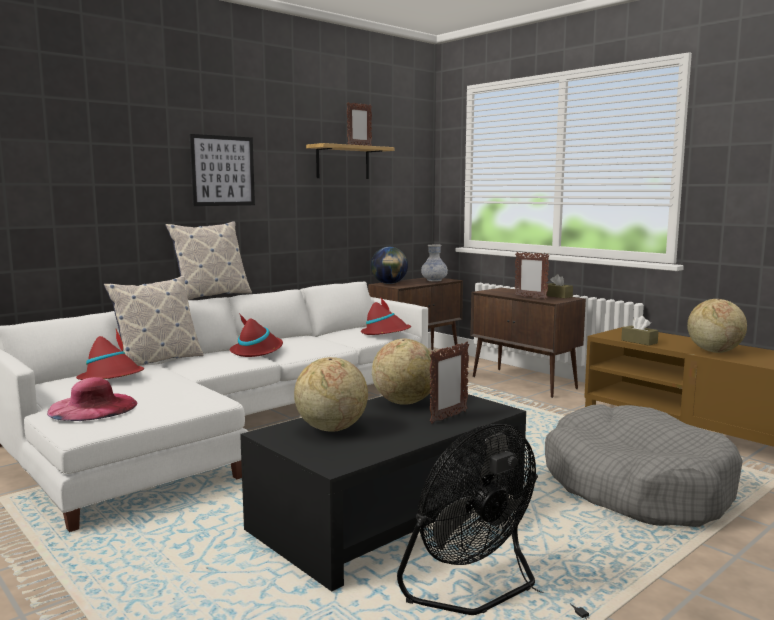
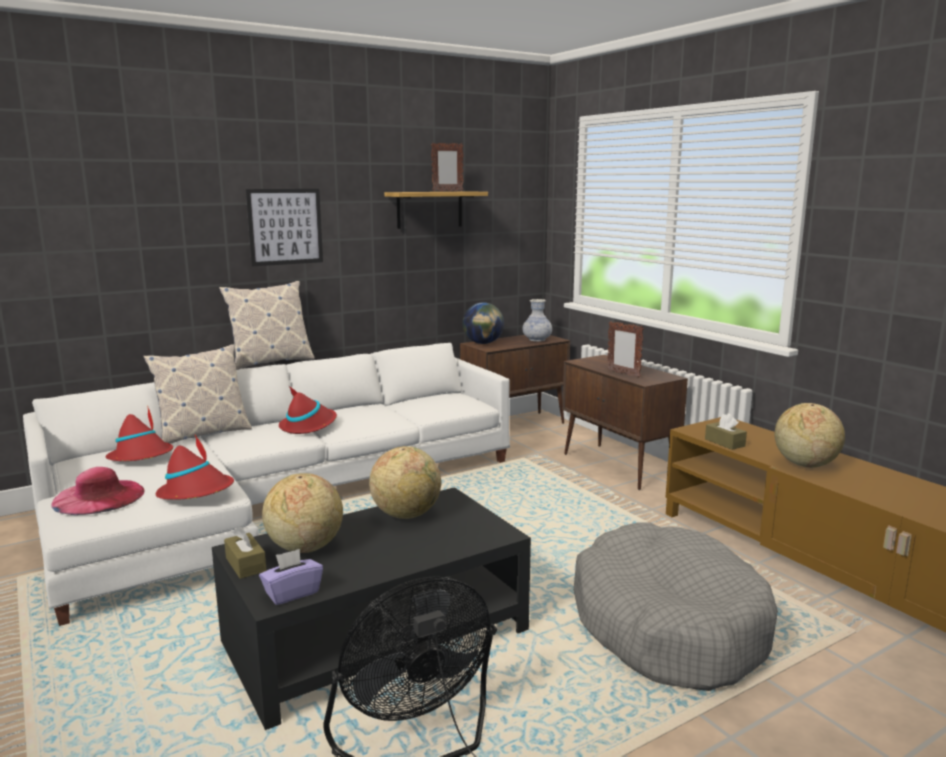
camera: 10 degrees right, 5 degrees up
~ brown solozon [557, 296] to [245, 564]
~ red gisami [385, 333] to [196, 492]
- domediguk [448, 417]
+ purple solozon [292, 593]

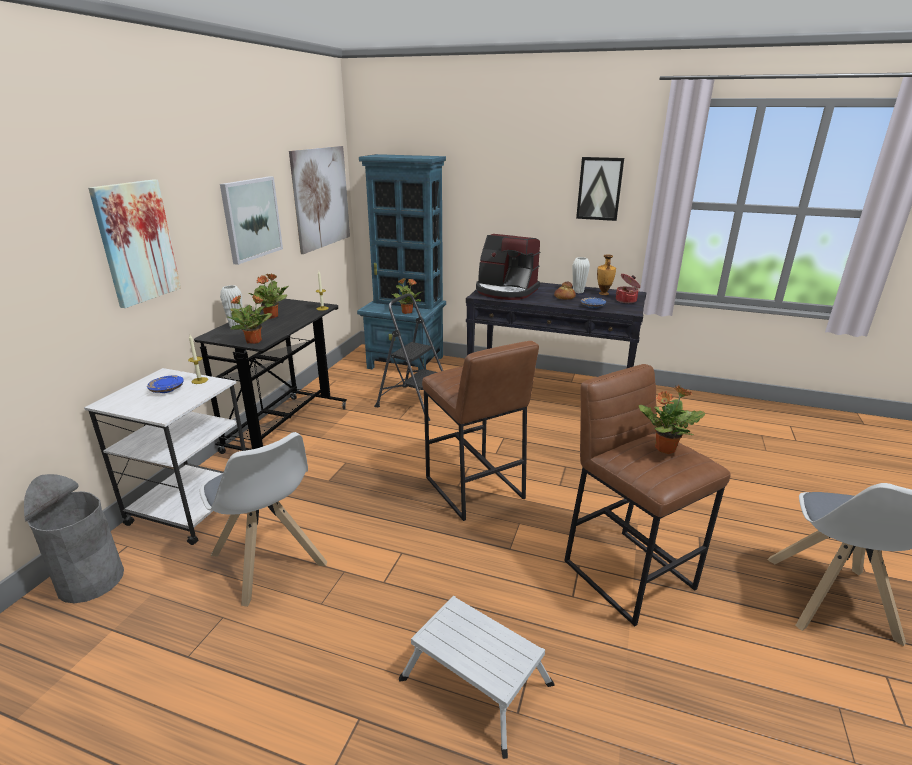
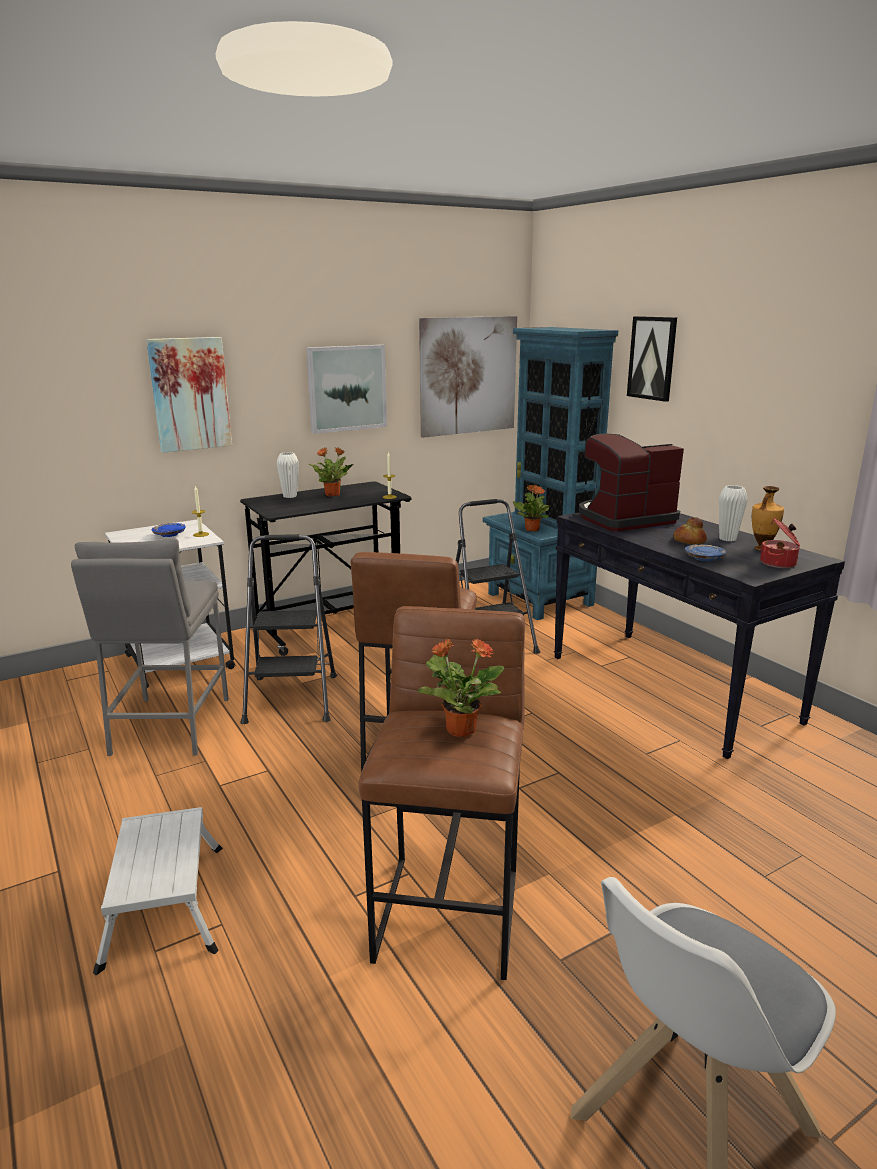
camera: 40 degrees right, 5 degrees down
~ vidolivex [599, 189] to [652, 358]
~ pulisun [506, 291] = [624, 519] 90 degrees clockwise
- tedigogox [254, 341]
~ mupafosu [269, 561] to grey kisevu [169, 726]
- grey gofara [91, 580]
+ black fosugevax [292, 696]

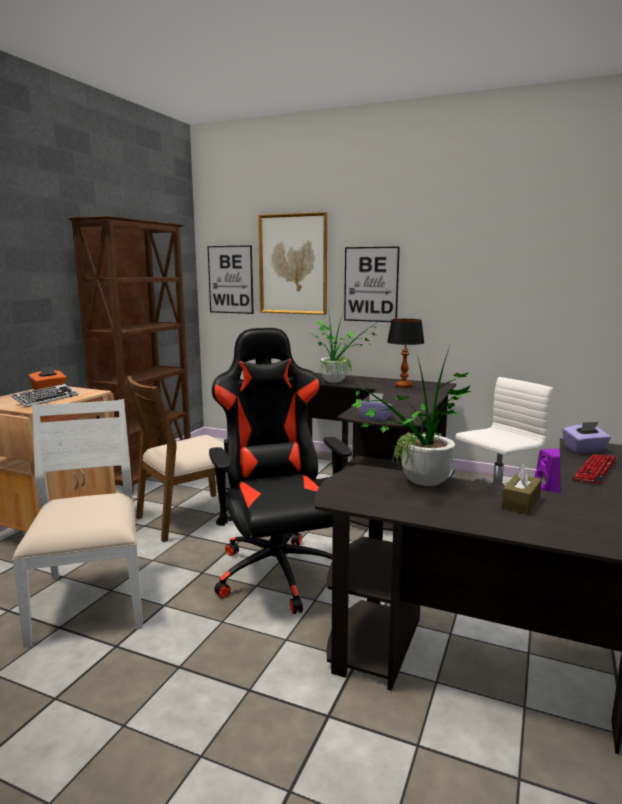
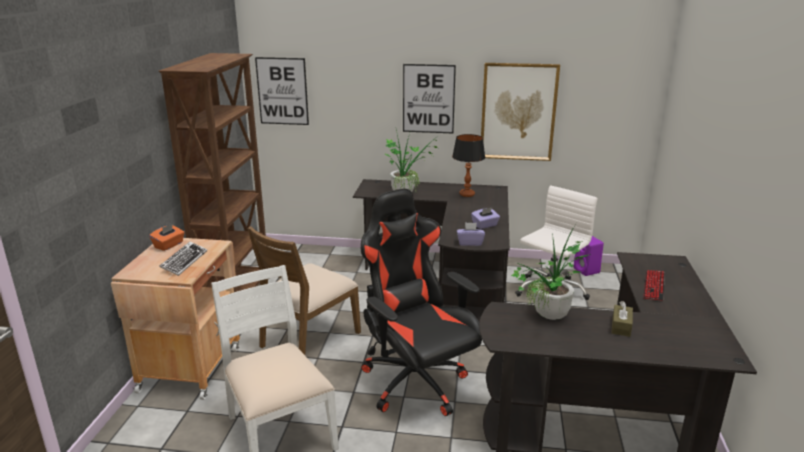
camera: 15 degrees left, 10 degrees up
~ vidolivex [293, 264] to [518, 112]
~ purple solozon [584, 450] to [485, 225]

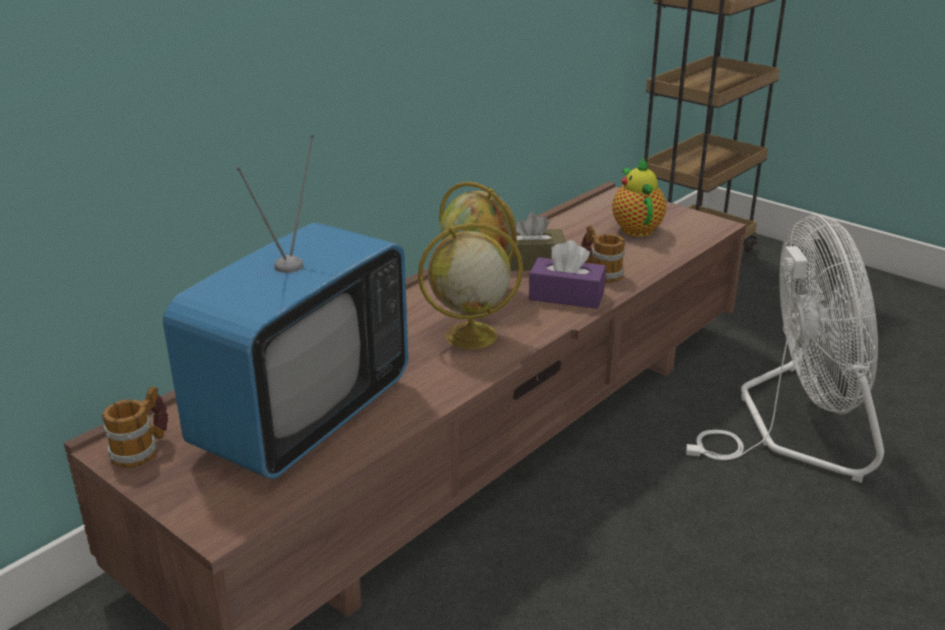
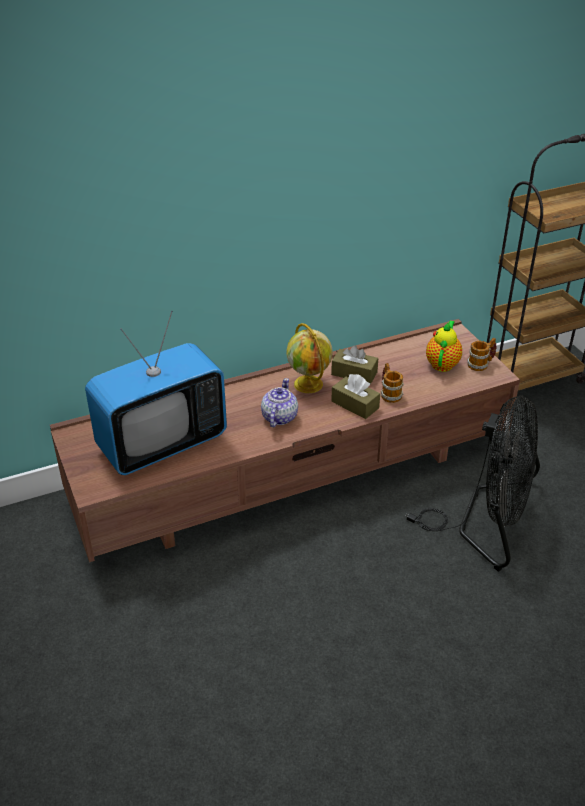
camera: 25 degrees right, 10 degrees up
~ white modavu [785, 424] to black modavu [485, 519]
~ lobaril [469, 336] to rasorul [279, 417]
~ purple solozon [566, 296] to brown solozon [355, 405]
~ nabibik [142, 449] to [481, 364]

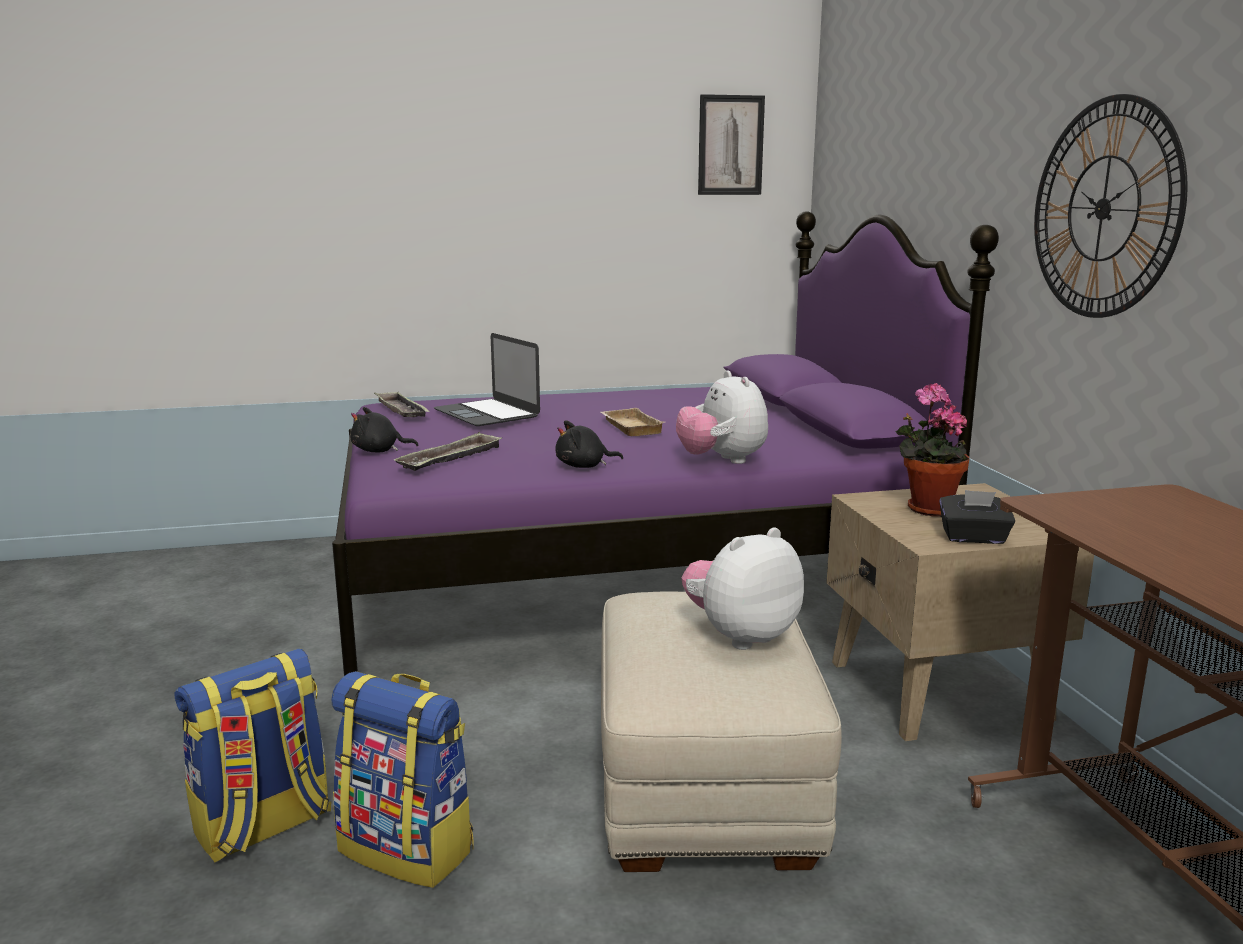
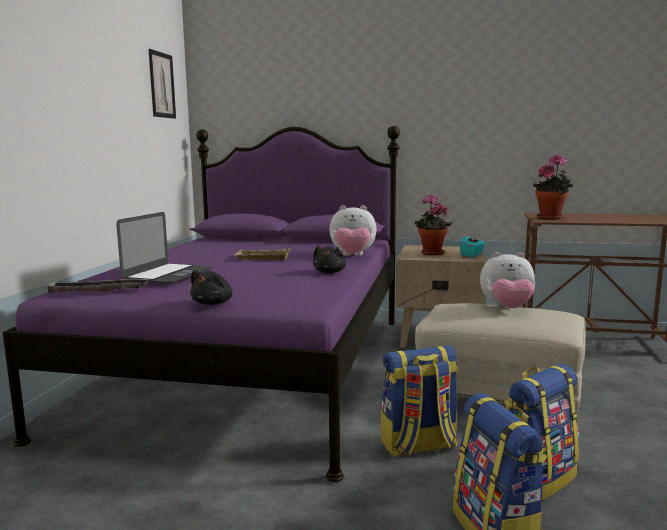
camera: 65 degrees left, 5 degrees down
- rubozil [1103, 209]
~ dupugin [486, 413] = [168, 274] 60 degrees counterclockwise
- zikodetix [450, 459]
~ black solozon [974, 538] to turquoise solozon [472, 255]
~ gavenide [740, 636] = [507, 309] 75 degrees counterclockwise
+ tedigogox [551, 218]
+ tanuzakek [418, 446]

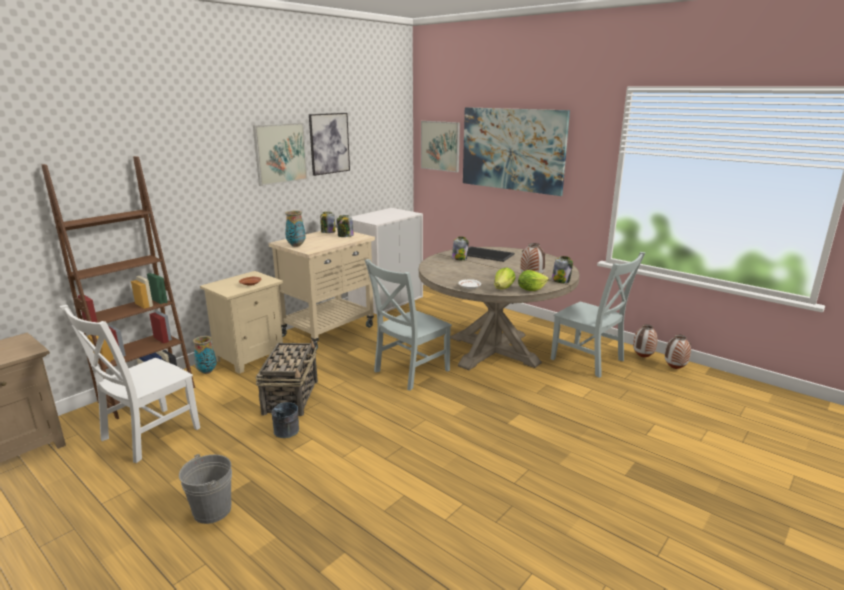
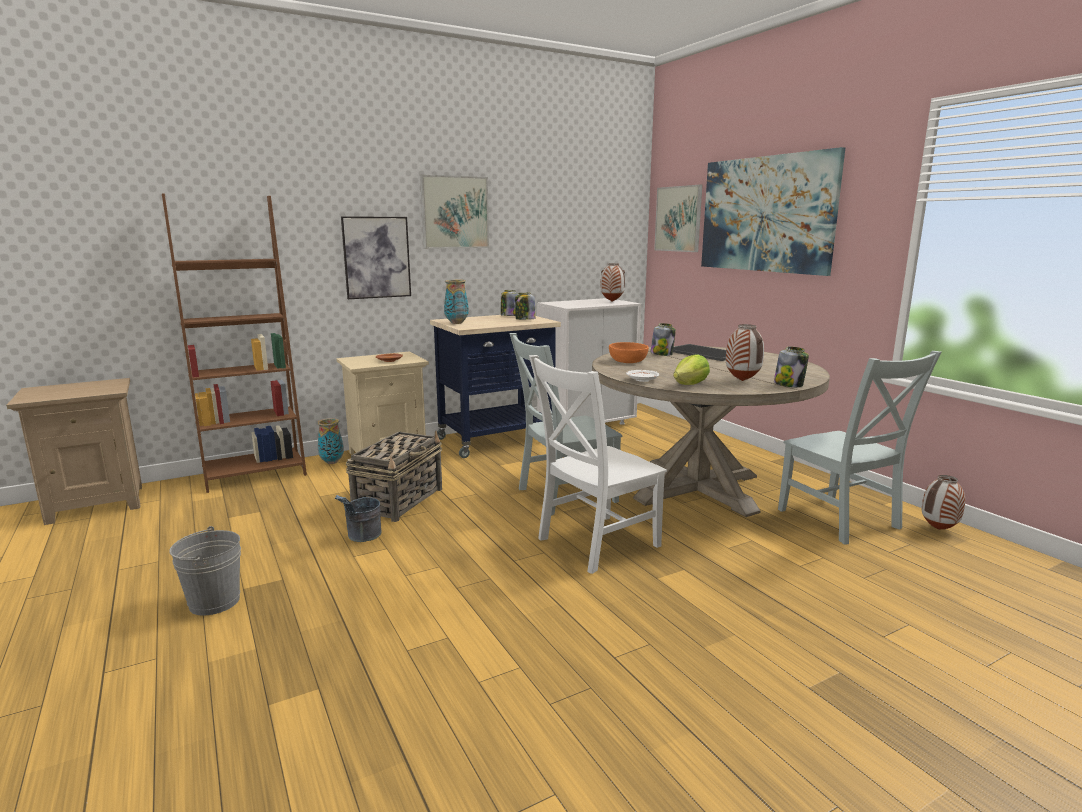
camera: 20 degrees right, 5 degrees down
~ vidolivex [329, 143] to [376, 257]
~ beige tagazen [327, 331] to blue tagazen [496, 440]
- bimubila [531, 289]
~ white mupafosu [147, 435] to [594, 544]
~ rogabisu [674, 369] to [611, 301]
+ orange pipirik [628, 361]

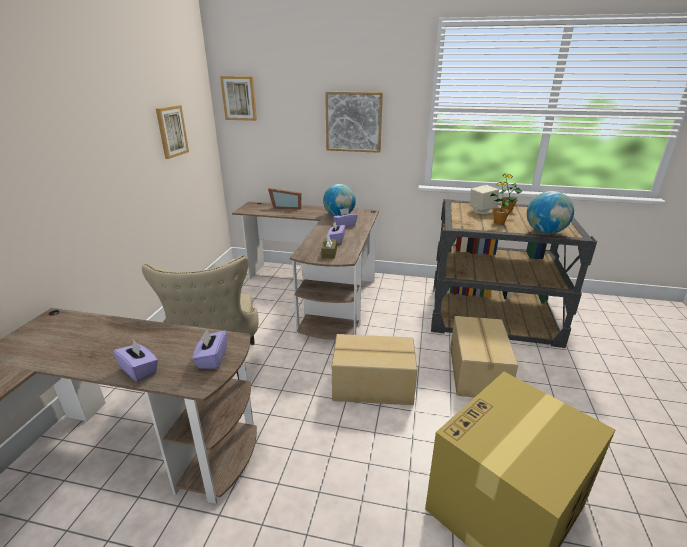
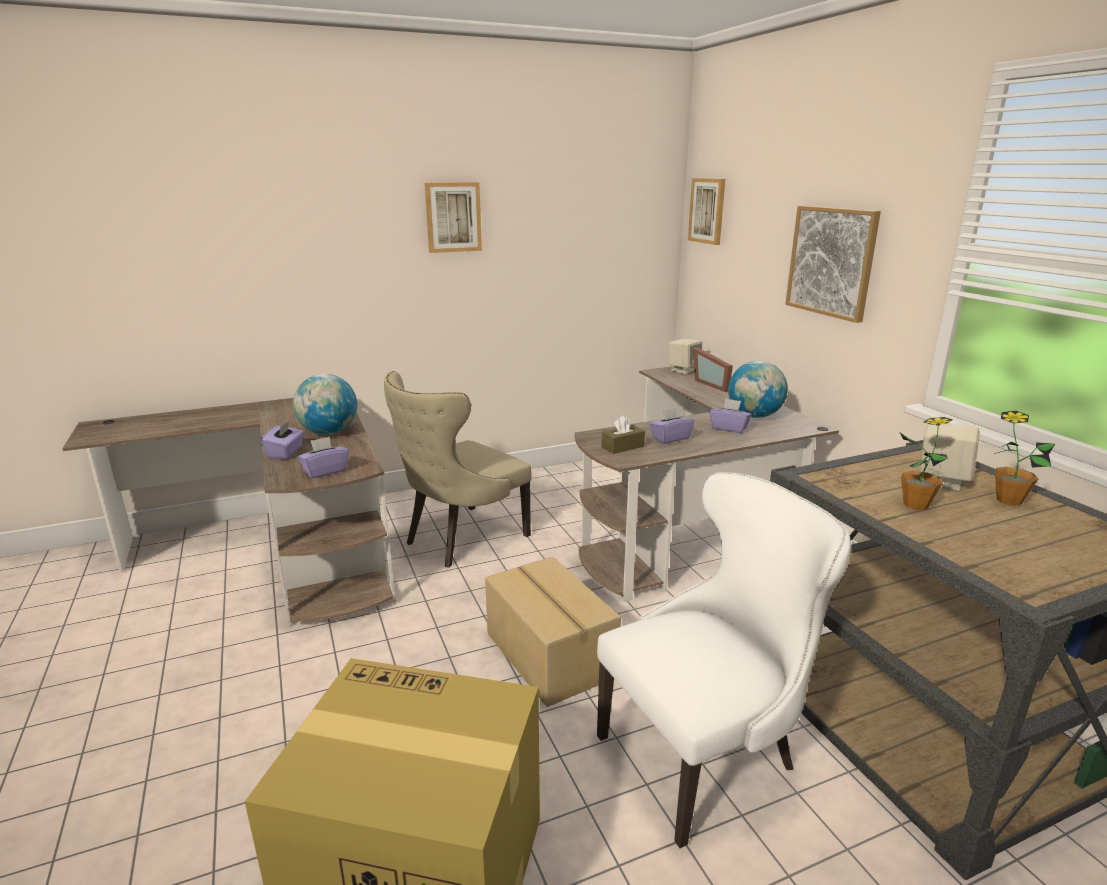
camera: 55 degrees right, 5 degrees down
~ vidolivex [171, 131] to [453, 217]
~ lobaril [545, 232] to [329, 432]
~ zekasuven [478, 372] to white mupafosu [704, 755]
+ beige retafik [683, 370]

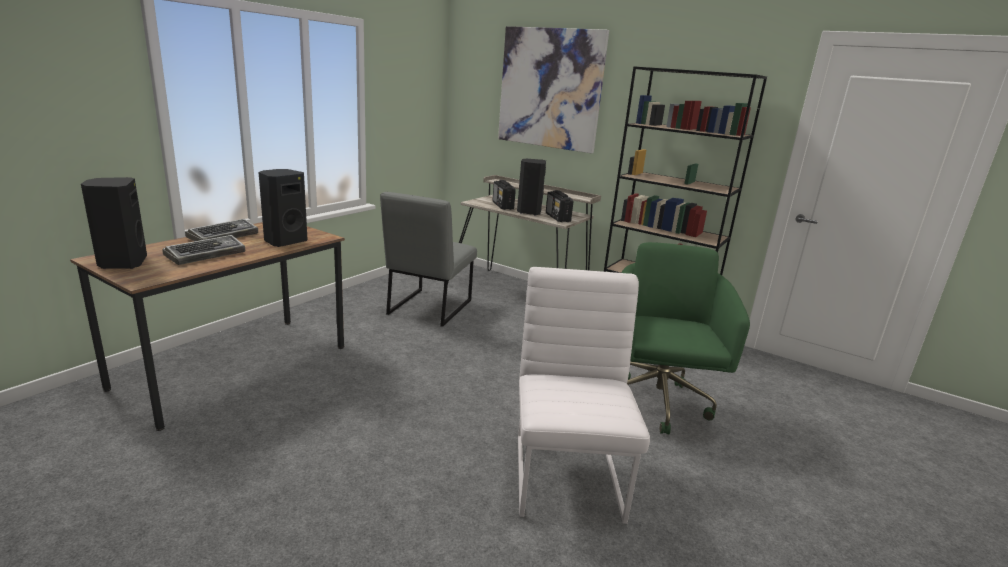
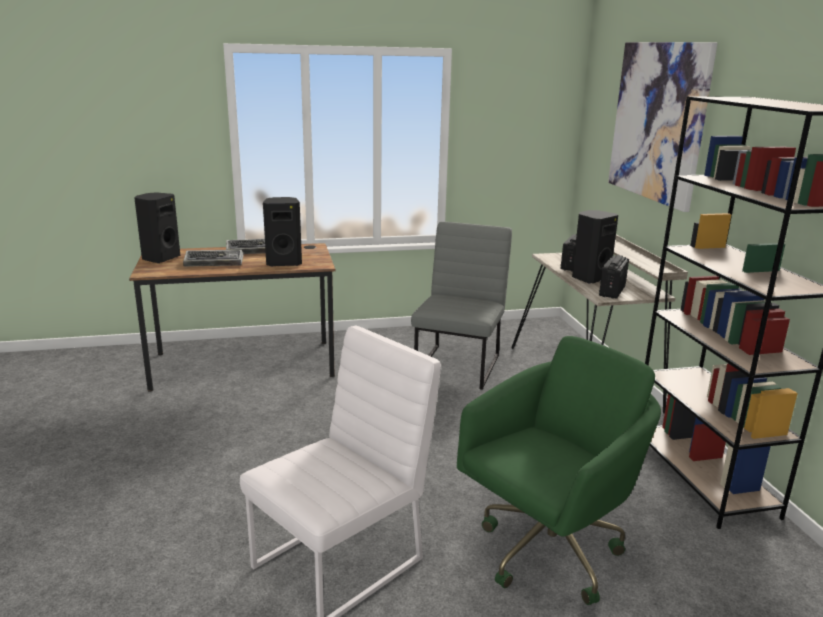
camera: 45 degrees right, 0 degrees up
~ grey mupafosu [428, 308] = [459, 365] 135 degrees clockwise

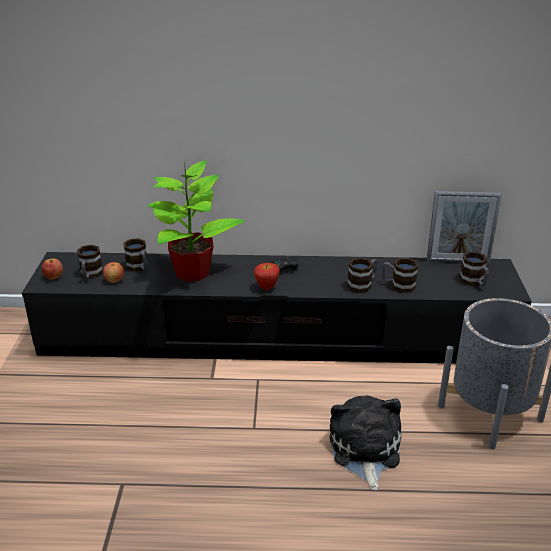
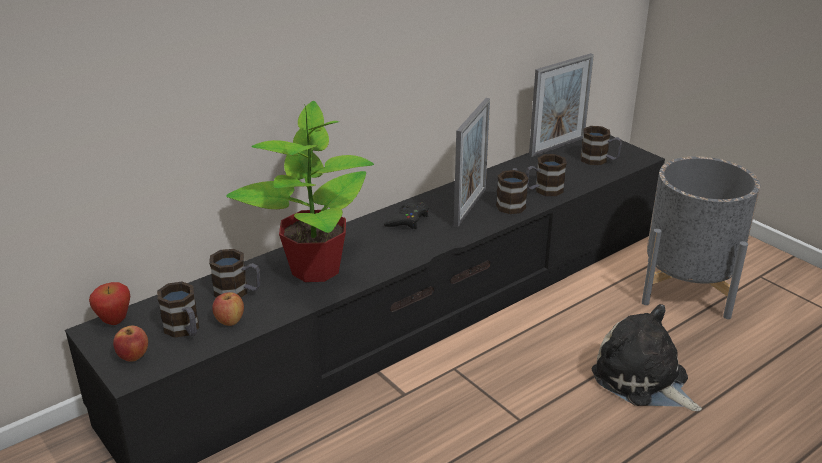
camera: 40 degrees left, 0 degrees up
~ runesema [266, 288] to [115, 321]
+ domediguk [470, 207]

